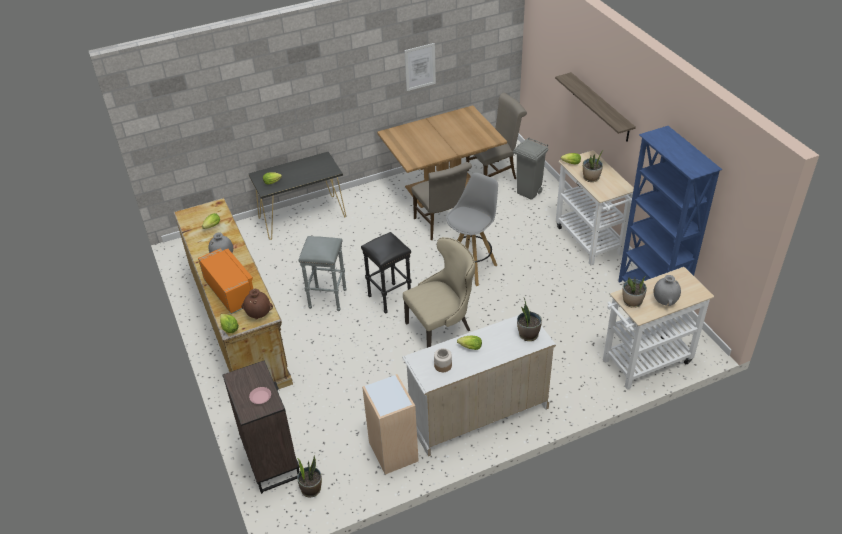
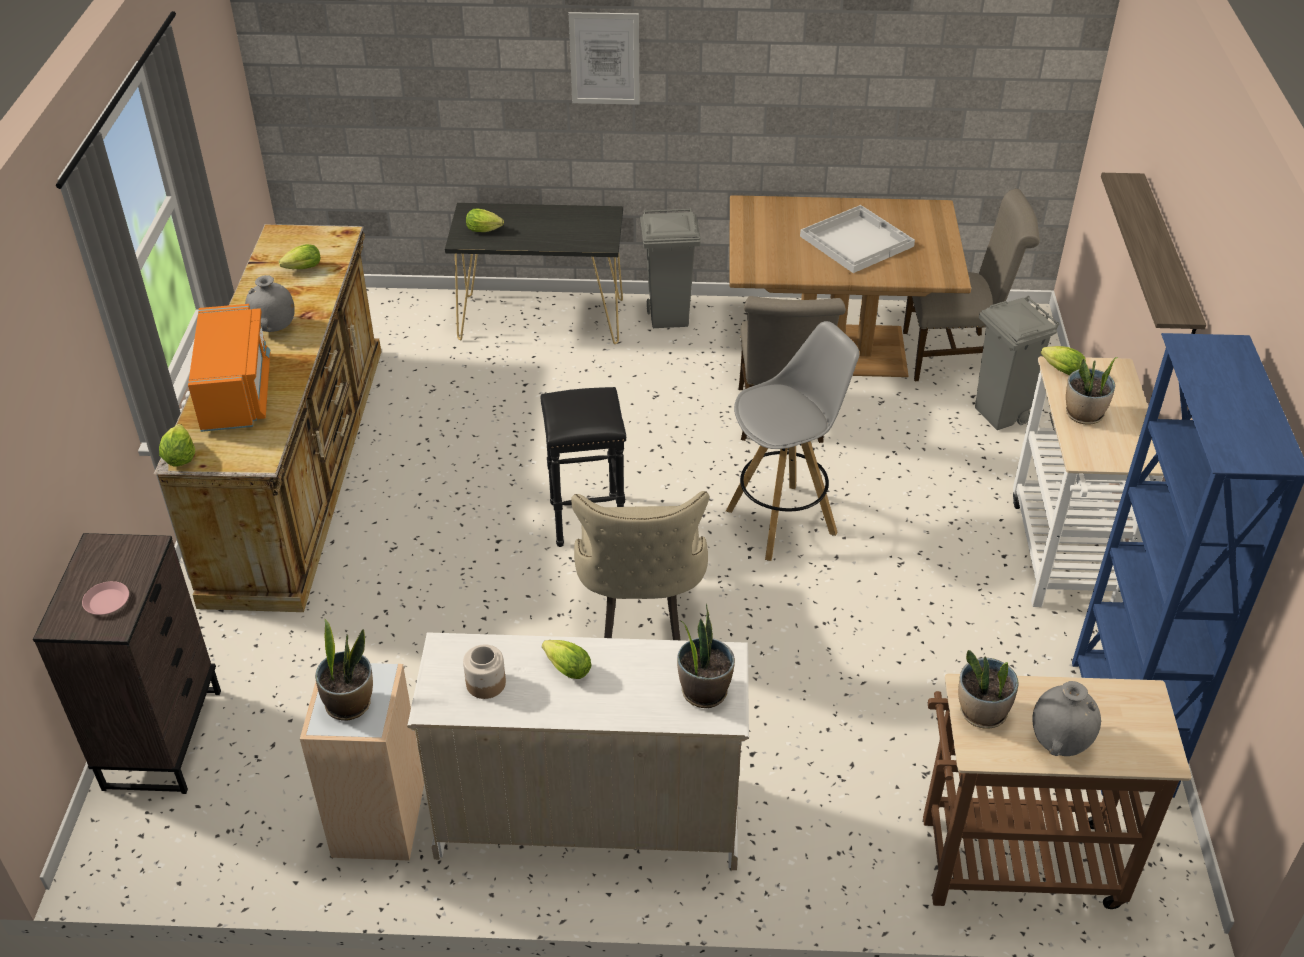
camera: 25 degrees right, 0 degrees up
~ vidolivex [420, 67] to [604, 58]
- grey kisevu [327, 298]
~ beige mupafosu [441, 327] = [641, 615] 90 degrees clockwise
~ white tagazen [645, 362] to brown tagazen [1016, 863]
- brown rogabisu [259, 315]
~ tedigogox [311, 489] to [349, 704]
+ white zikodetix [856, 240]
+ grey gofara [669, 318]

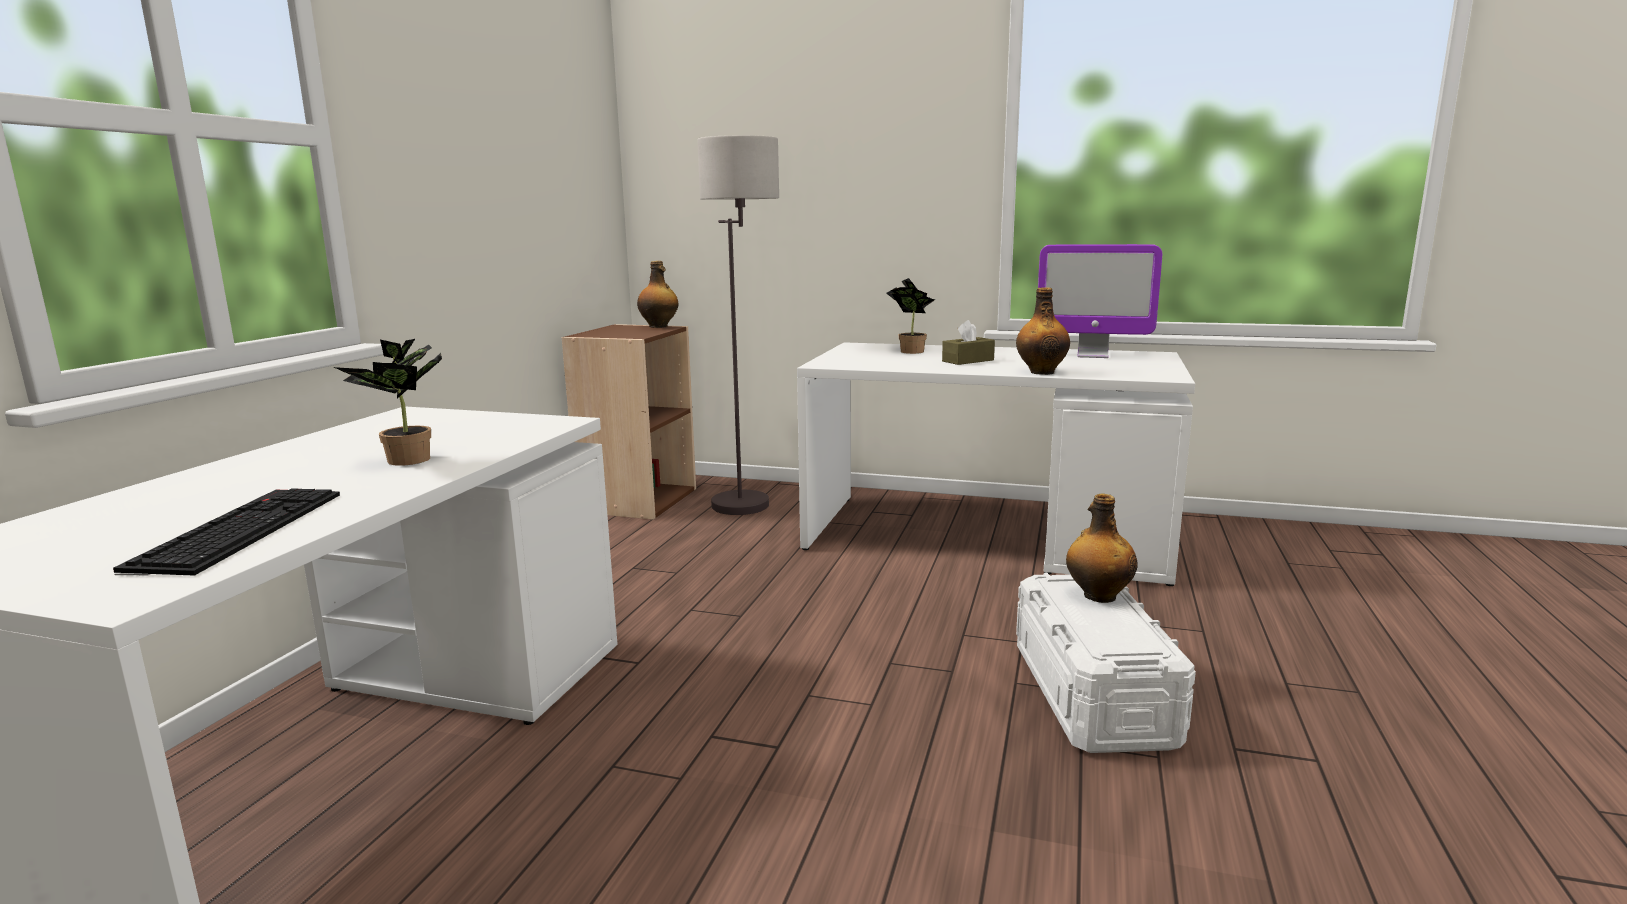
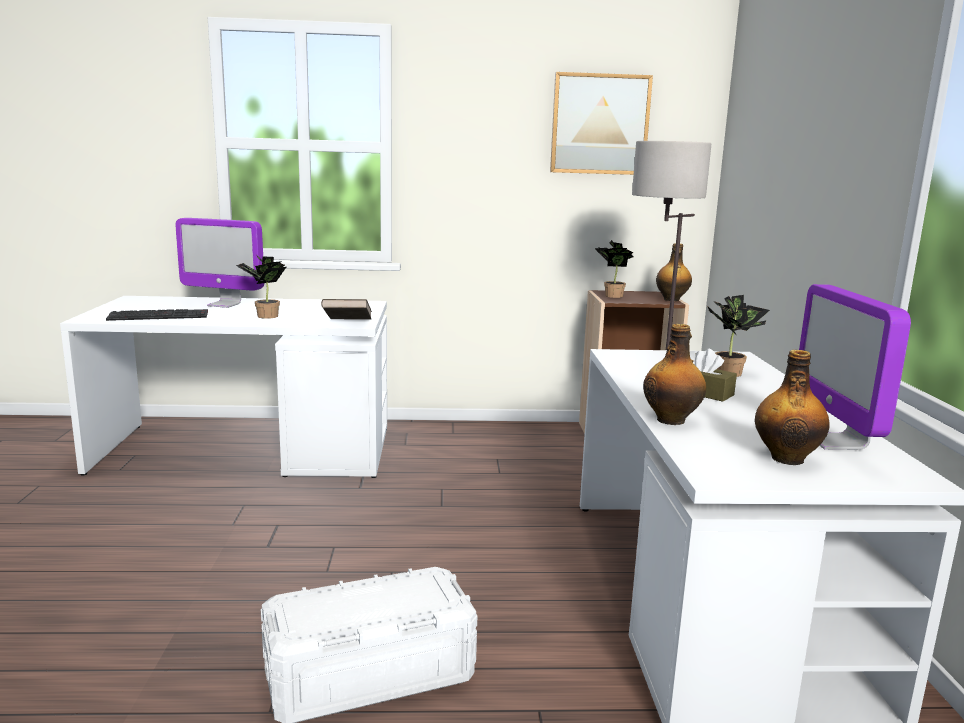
camera: 70 degrees right, 0 degrees up
~ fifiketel [1098, 596] to [786, 458]
+ vidolivex [599, 124]
+ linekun [224, 304]
+ tedigogox [611, 295]
+ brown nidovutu [347, 324]

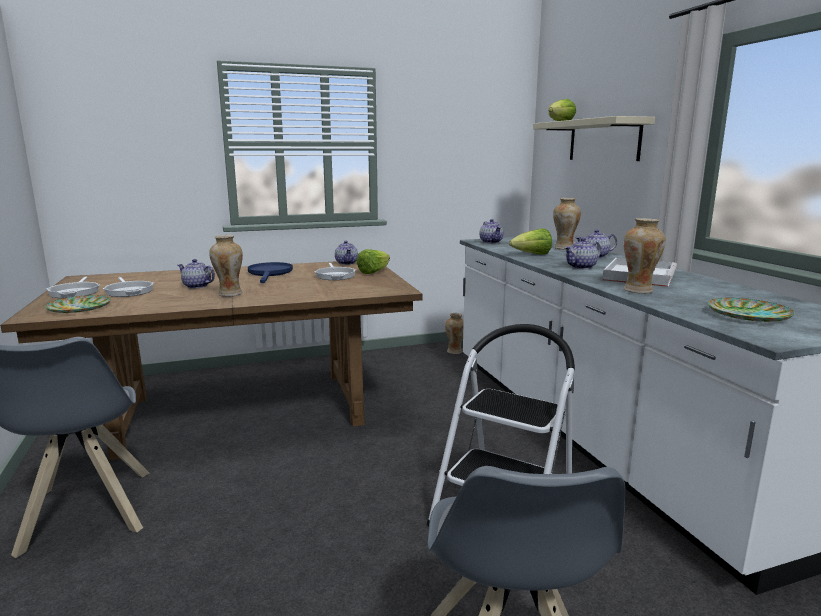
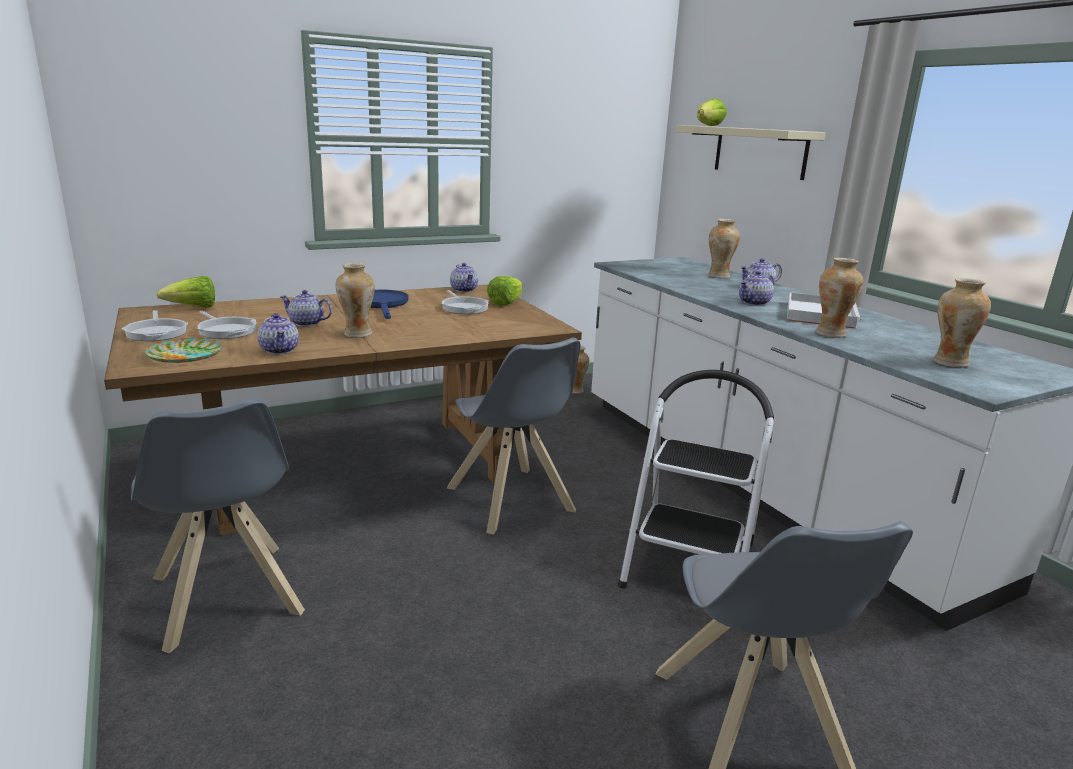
camera: 10 degrees left, 5 degrees up
~ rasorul [491, 242] to [280, 350]
~ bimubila [532, 255] to [193, 308]
~ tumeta [748, 314] to rogabisu [949, 362]
+ grey mupafosu [511, 501]

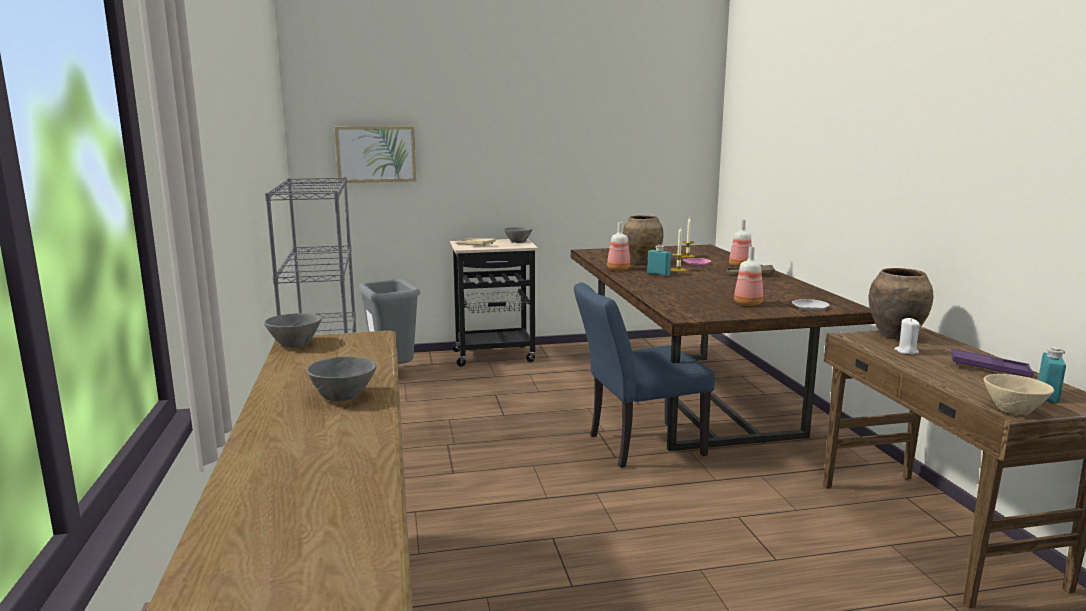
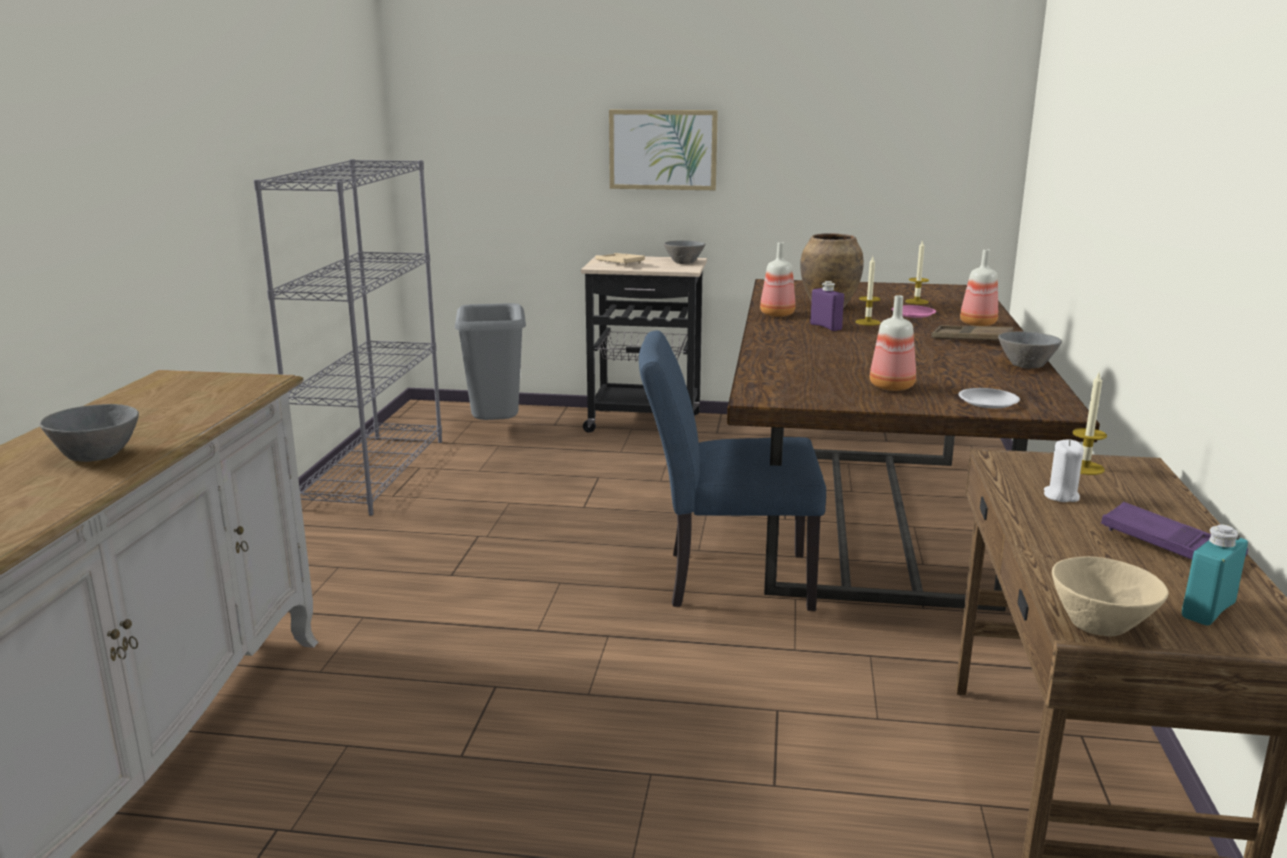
camera: 20 degrees right, 5 degrees up
~ vidolivex [376, 154] to [663, 149]
~ turquoise fifiketel [658, 274] to purple fifiketel [825, 327]
~ brown rogabisu [896, 336] to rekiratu [1084, 468]
~ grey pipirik [296, 344] to [1028, 365]

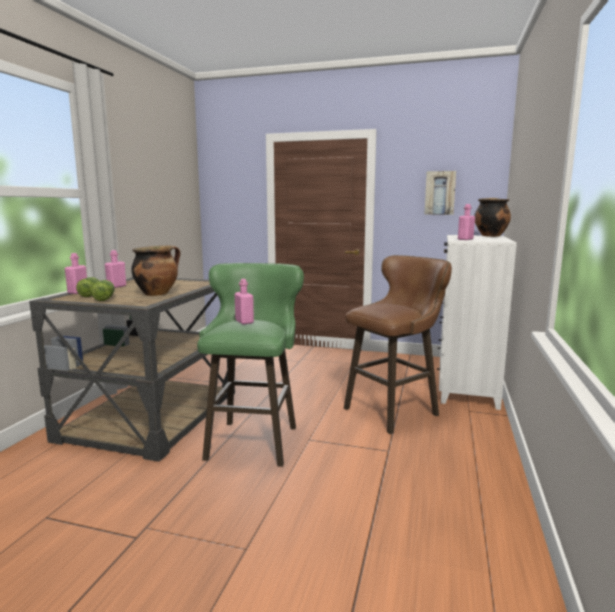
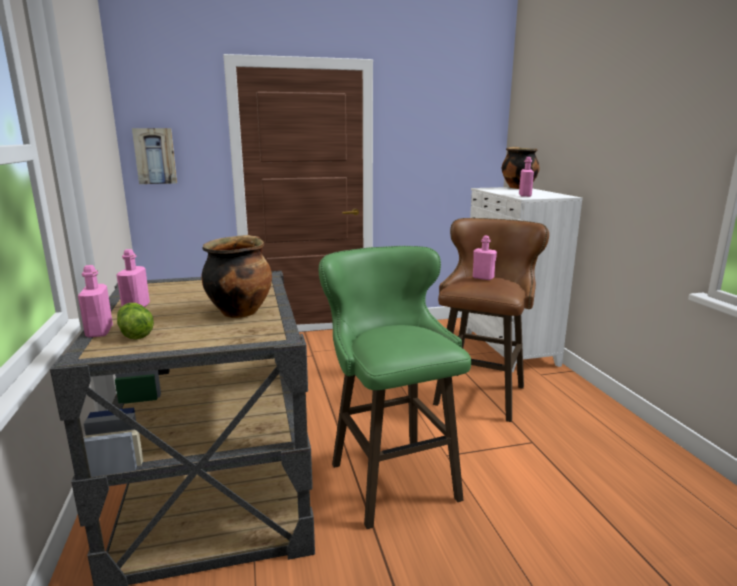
camera: 30 degrees left, 5 degrees up
~ vidolivex [440, 193] to [155, 156]
~ pink fifiketel [244, 322] to [483, 278]
- bimubila [105, 298]

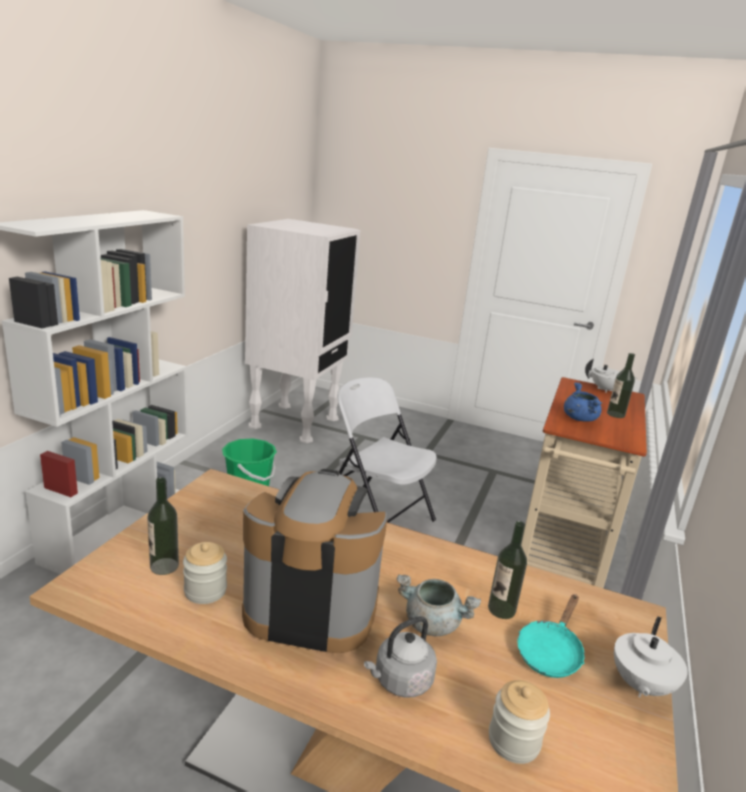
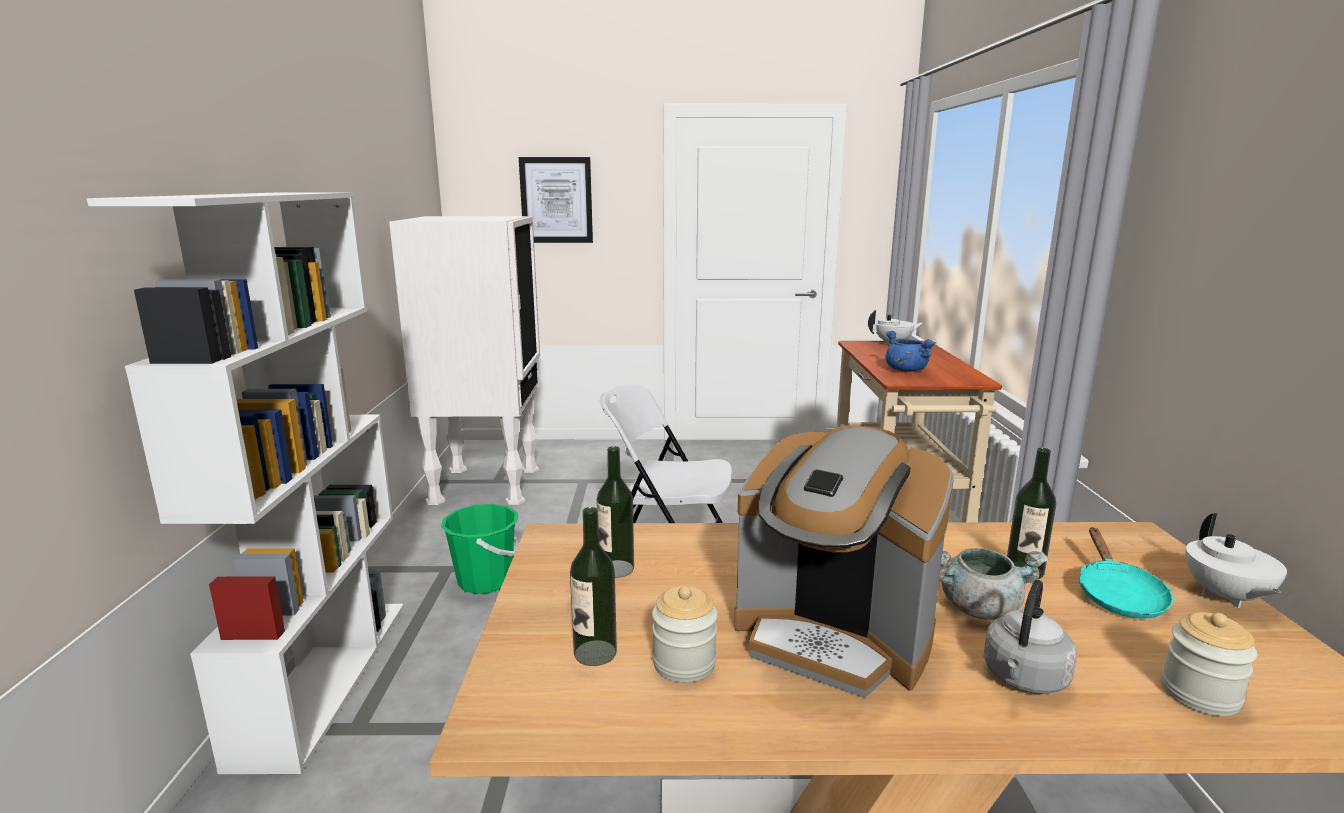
camera: 20 degrees left, 5 degrees down
~ fifiketel [615, 414] to [616, 569]
~ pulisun [310, 607] = [833, 637] 135 degrees counterclockwise
+ vidolivex [556, 200]

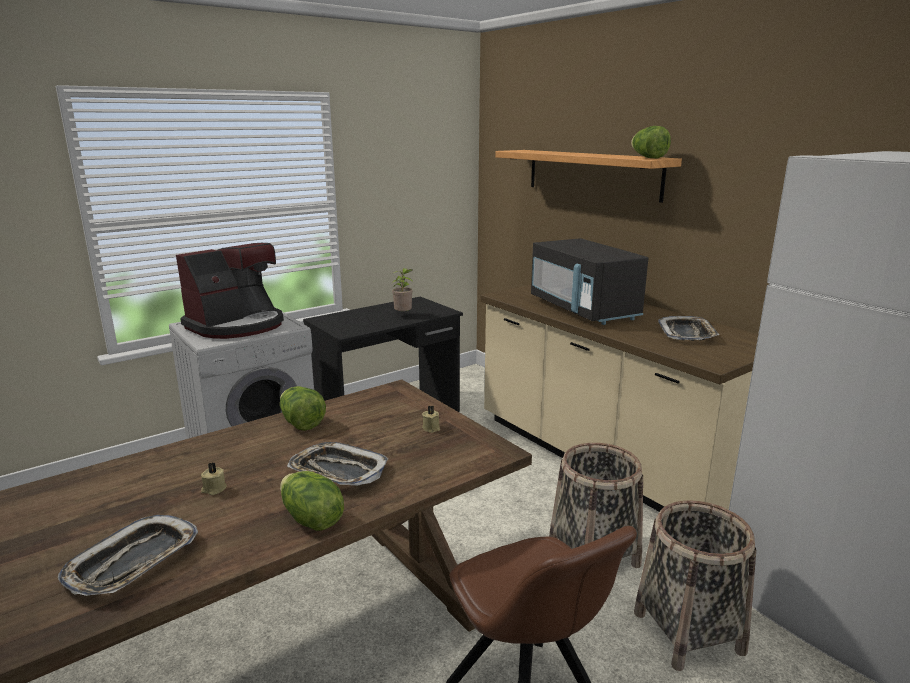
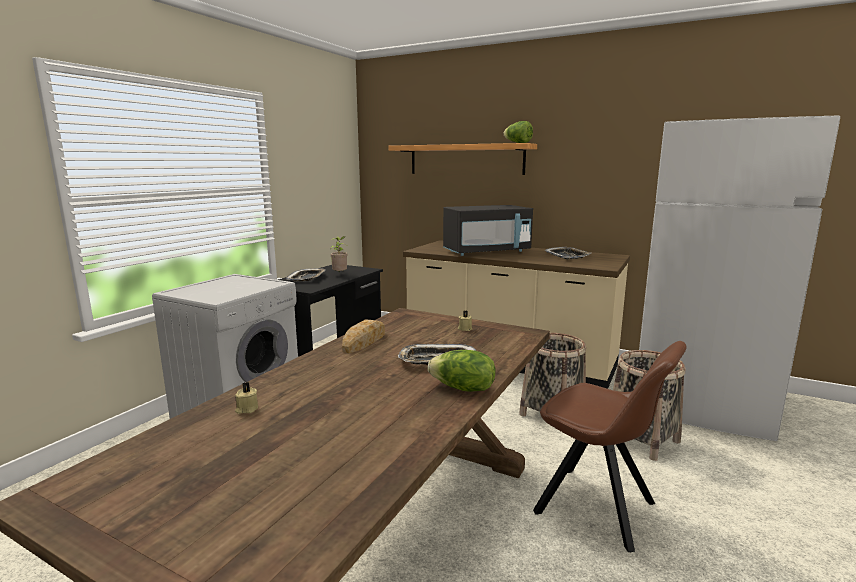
camera: 25 degrees left, 5 degrees down
~ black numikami [583, 310] = [486, 252] 60 degrees counterclockwise
- pulisun [237, 325]
~ bimubila [301, 423] to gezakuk [364, 341]
~ beige rekiratu [213, 489] to [246, 409]
~ zikodetix [133, 562] to [307, 278]

